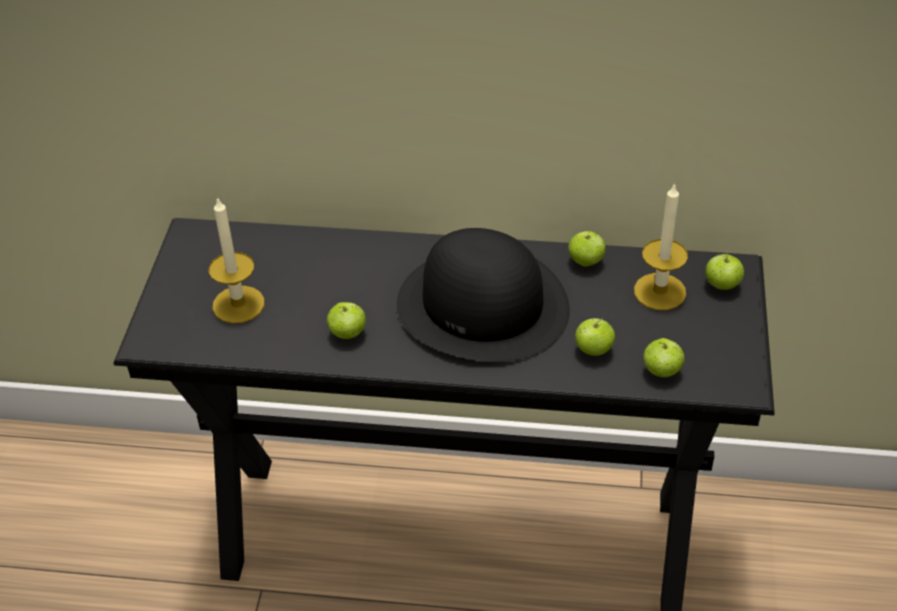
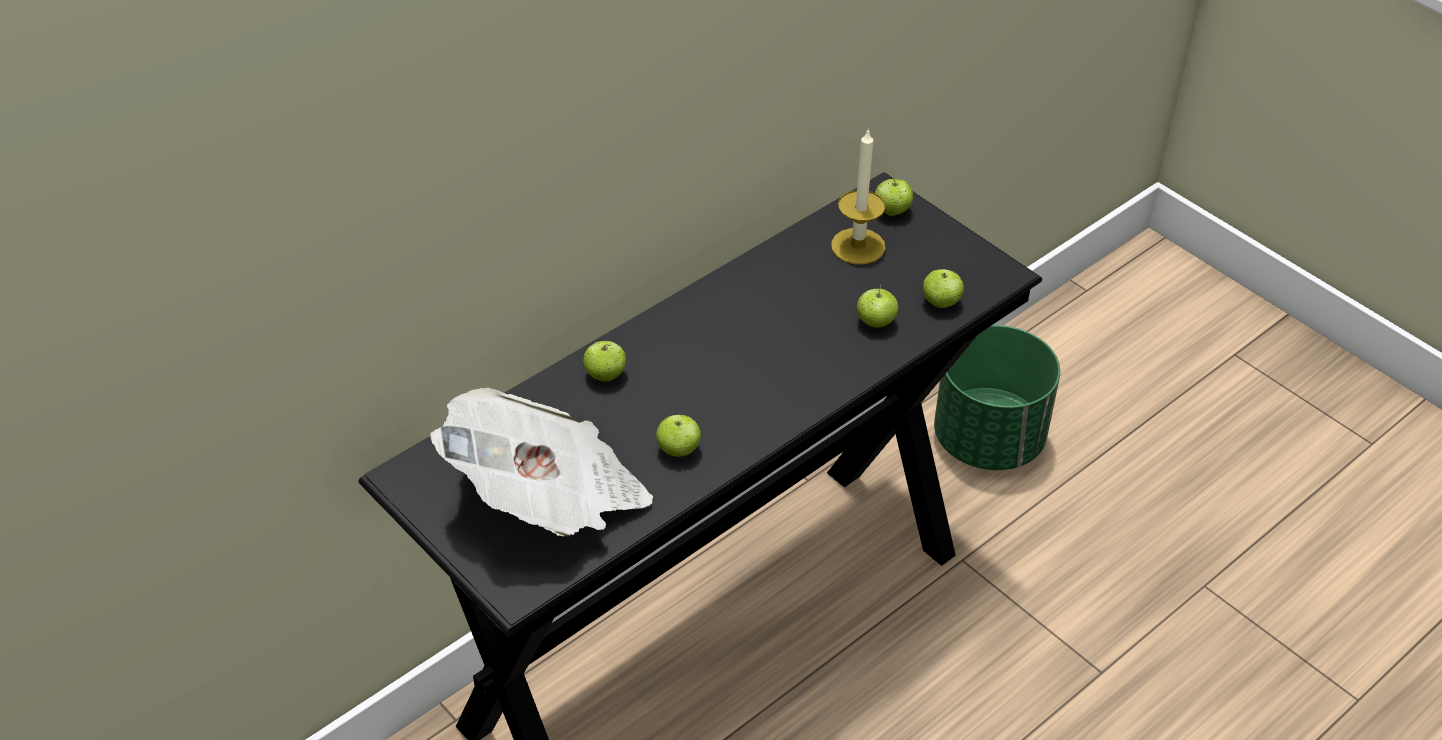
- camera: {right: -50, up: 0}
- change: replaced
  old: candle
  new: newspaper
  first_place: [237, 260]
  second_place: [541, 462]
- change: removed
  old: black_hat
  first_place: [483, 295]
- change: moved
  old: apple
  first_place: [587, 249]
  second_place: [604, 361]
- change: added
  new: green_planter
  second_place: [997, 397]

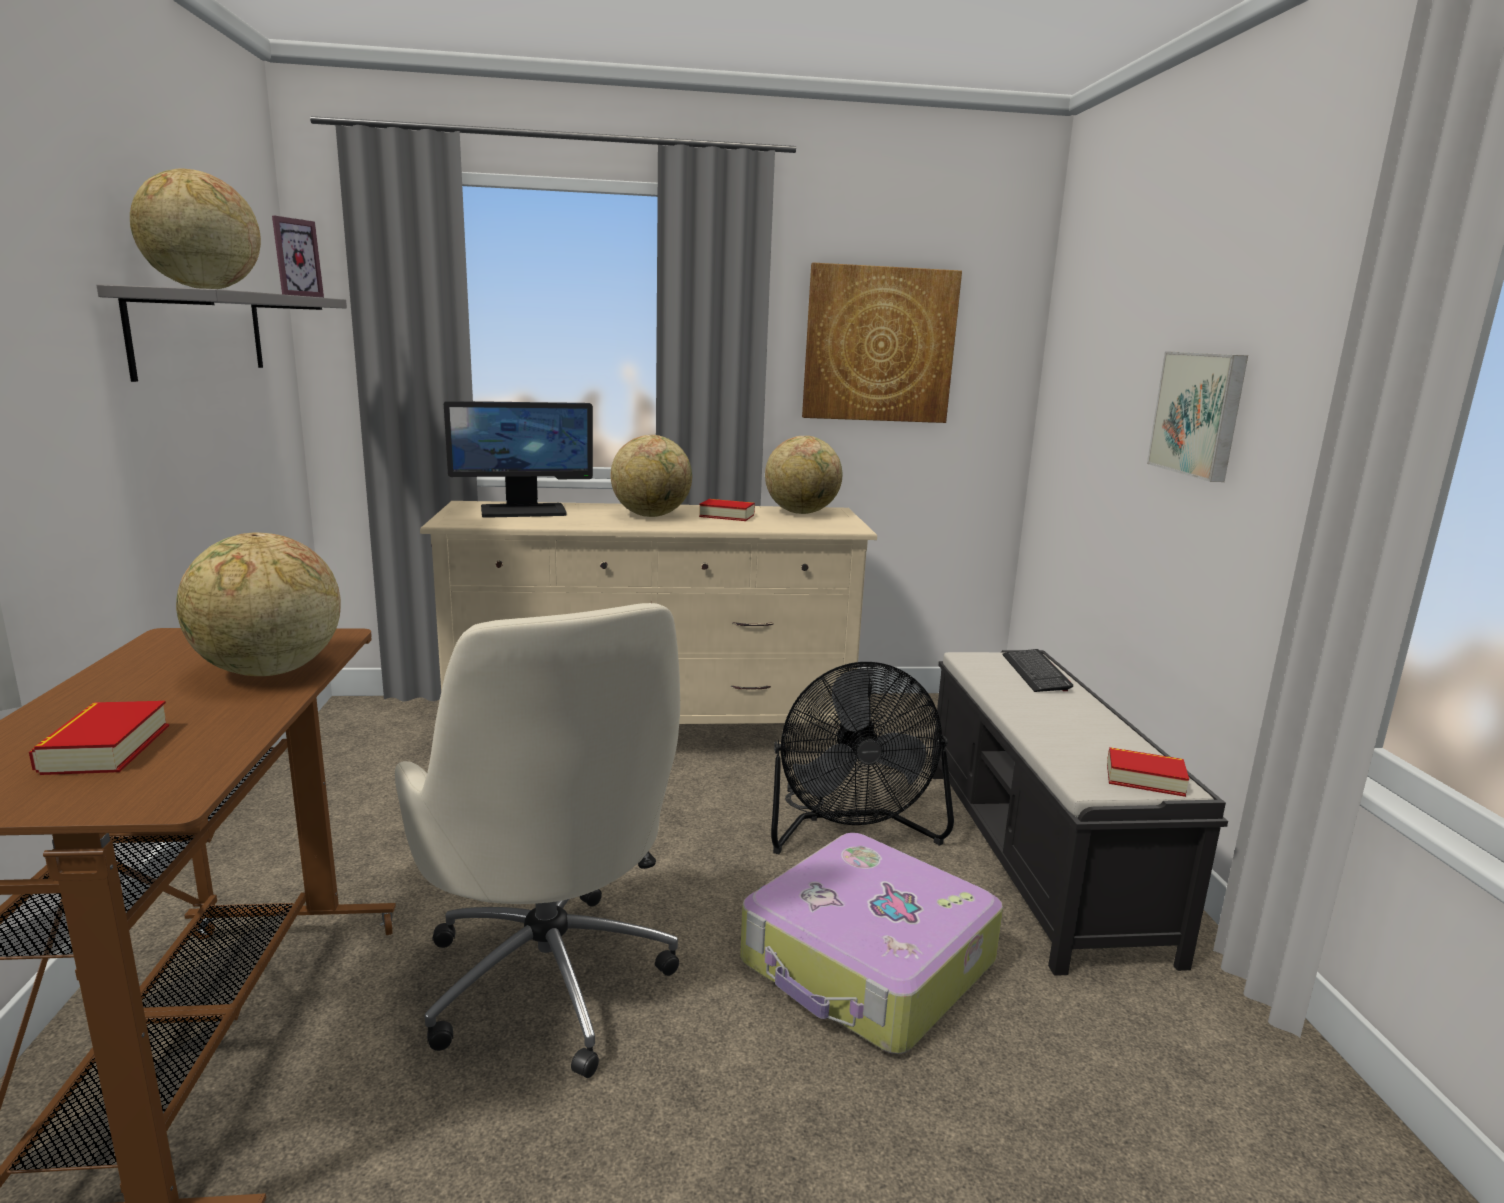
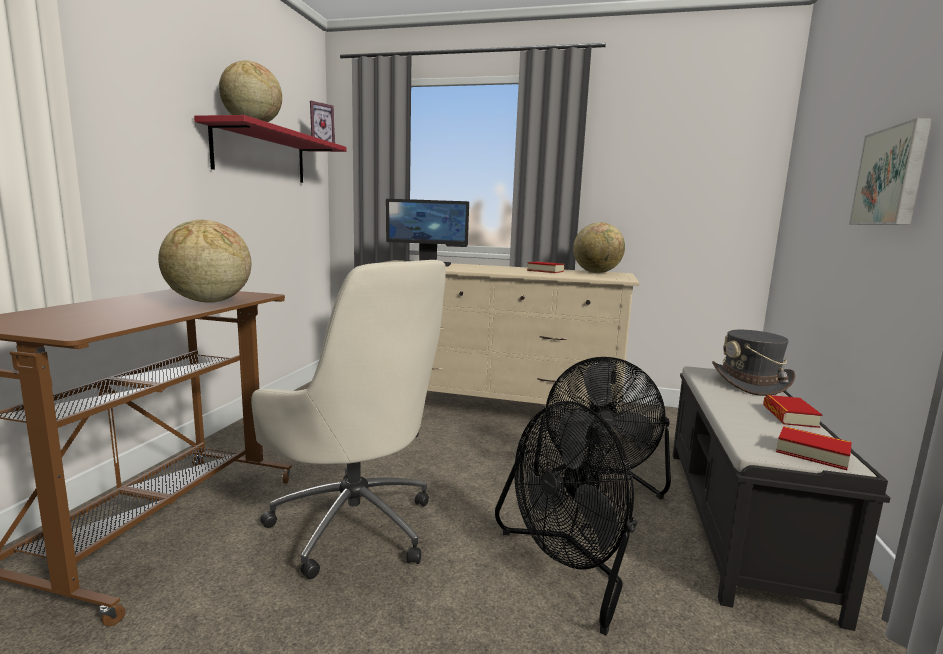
- camera: {right: 20, up: -5}
- change: removed
  old: picture
  first_place: [882, 343]
- change: recoloured
  old: grey_shelf
  new: red_shelf
  first_place: [221, 333]
  second_place: [270, 149]
- change: removed
  old: globe
  first_place: [651, 476]
- change: turned
  old: beige_office_chair
  first_place: [537, 840]
  second_place: [348, 419]
  degrees: -45
- change: replaced
  old: keyboard
  new: grey_hat
  first_place: [1037, 670]
  second_place: [754, 363]
- change: moved
  old: book
  first_place: [99, 738]
  second_place: [792, 411]
- change: replaced
  old: suitcase
  new: black_fan
  first_place: [871, 943]
  second_place: [566, 518]

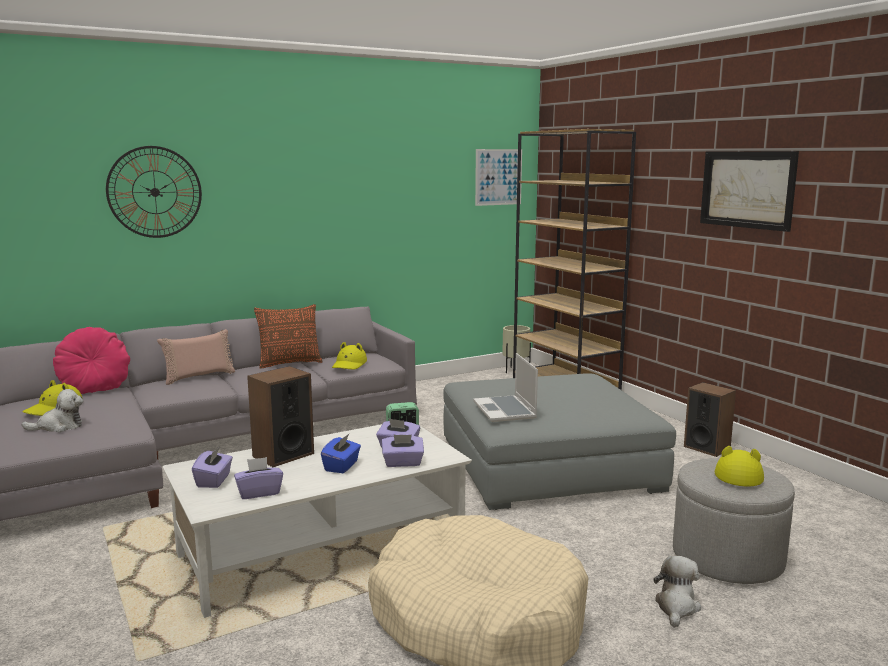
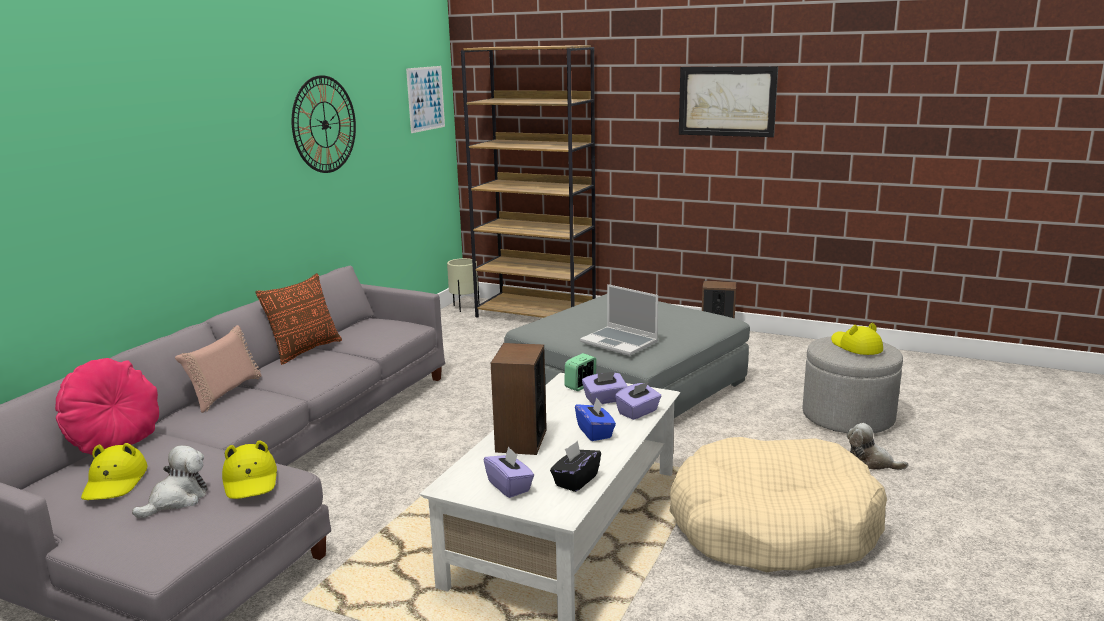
- camera: {right: -35, up: 5}
- change: moved
  old: wall_clock
  first_place: [154, 192]
  second_place: [324, 124]
- change: moved
  old: yellow_hat
  first_place: [349, 356]
  second_place: [249, 469]
- change: recoloured
  old: purple_tissue_box
  new: black_tissue_box
  first_place: [258, 478]
  second_place: [575, 466]
- change: turned
  old: plush_toy
  first_place: [677, 592]
  second_place: [877, 446]
  degrees: -45

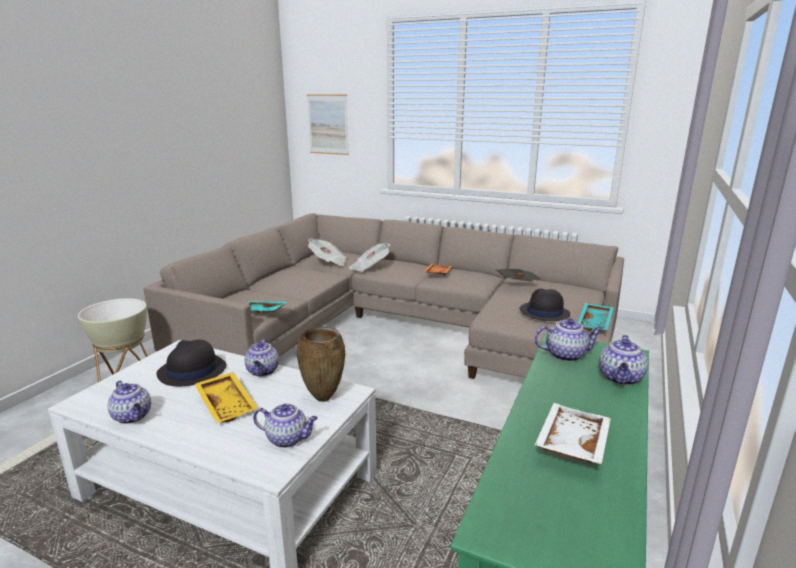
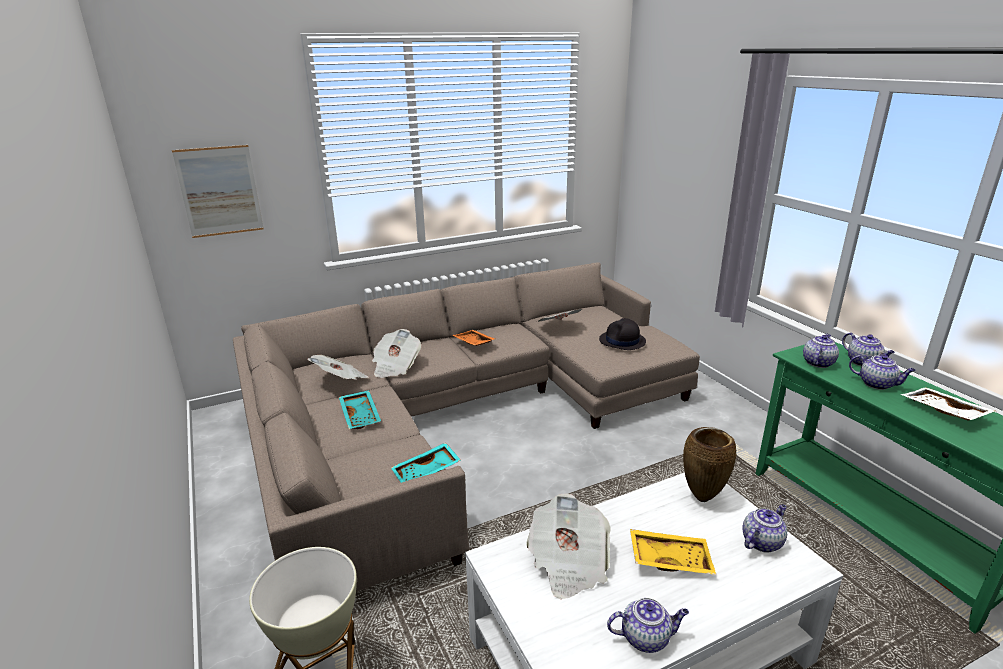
- camera: {right: -50, up: 5}
- change: moved
  old: turquoise_tray
  first_place: [596, 316]
  second_place: [360, 409]
- change: moved
  old: teapot
  first_place: [261, 357]
  second_place: [882, 372]
- change: replaced
  old: black_hat
  new: newspaper
  first_place: [191, 363]
  second_place: [568, 546]

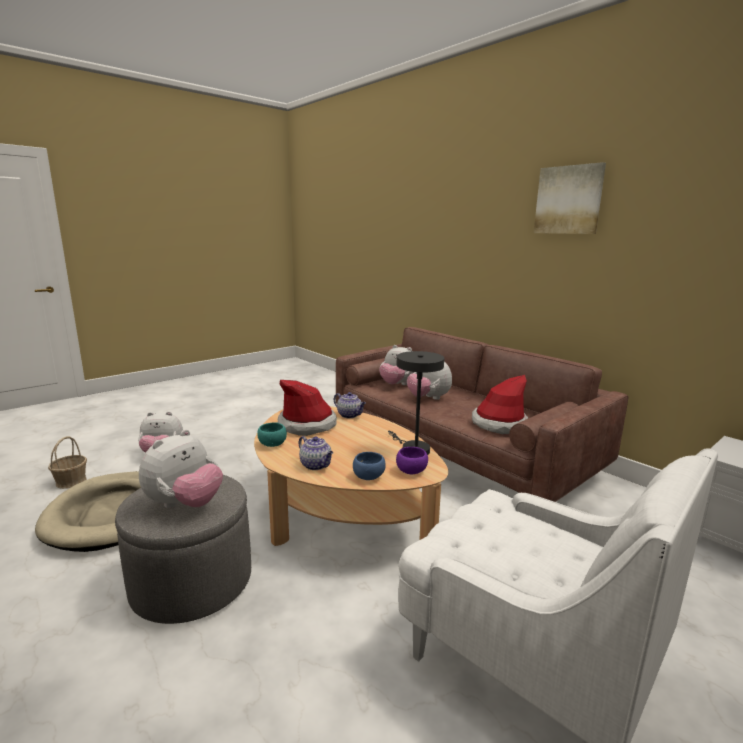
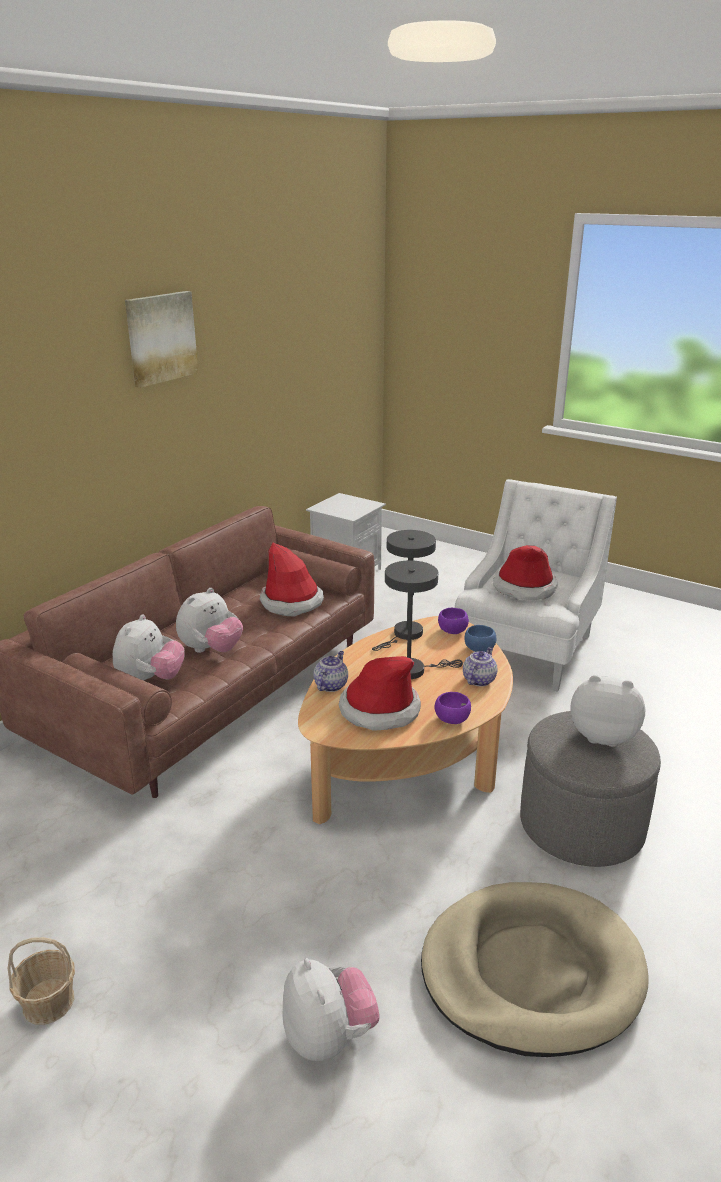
- camera: {right: -105, up: 10}
- change: recoloured
  old: turquoise_bowl
  new: purple_bowl
  first_place: [272, 434]
  second_place: [452, 708]
- change: moved
  old: basket
  first_place: [67, 462]
  second_place: [41, 981]
- change: added
  new: hat
  second_place: [525, 572]
- change: added
  new: grey_table_lamp
  second_place: [424, 619]

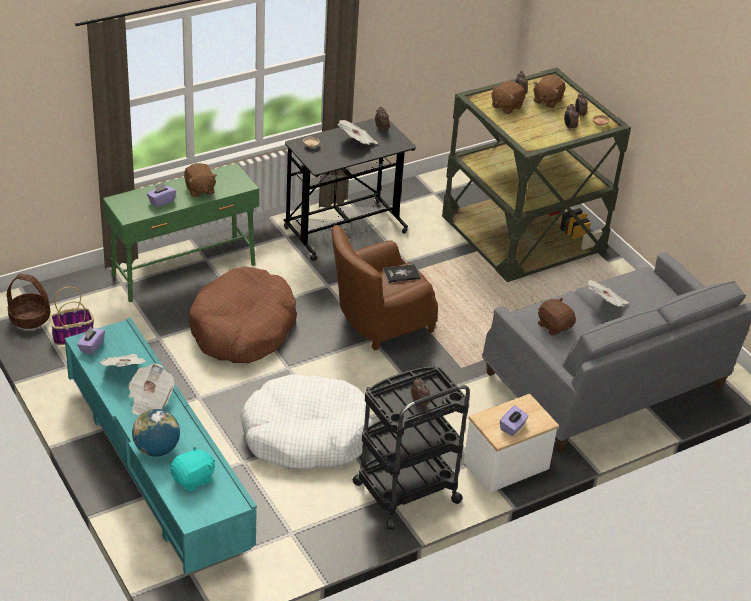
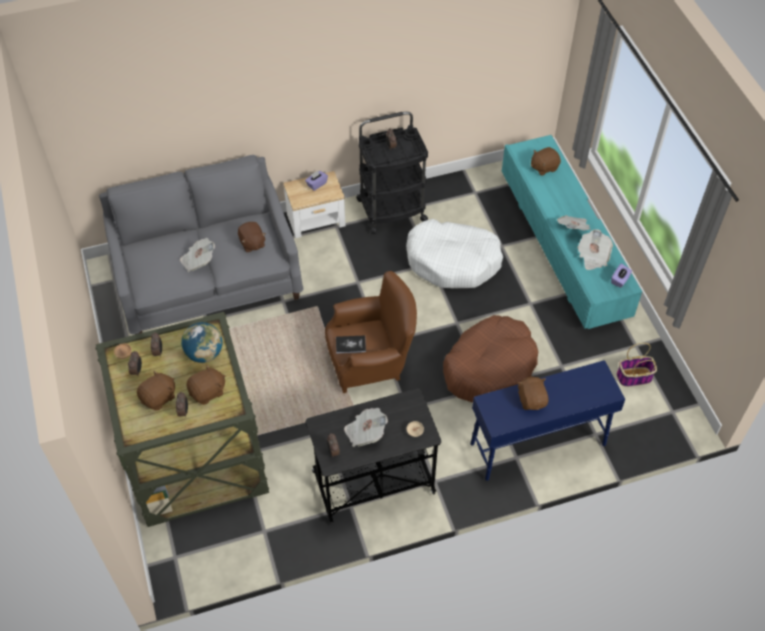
- camera: {right: -165, up: 15}
- change: recoloured
  old: green_console_table
  new: blue_console_table
  first_place: [181, 232]
  second_place: [548, 420]
- change: removed
  old: purple_tissue_box
  first_place: [161, 194]
- change: removed
  old: basket
  first_place: [28, 301]
- change: moved
  old: globe
  first_place: [156, 433]
  second_place: [202, 342]
- change: recoloured
  old: turquoise_plush_toy
  new: brown_plush_toy
  first_place: [192, 468]
  second_place: [546, 161]

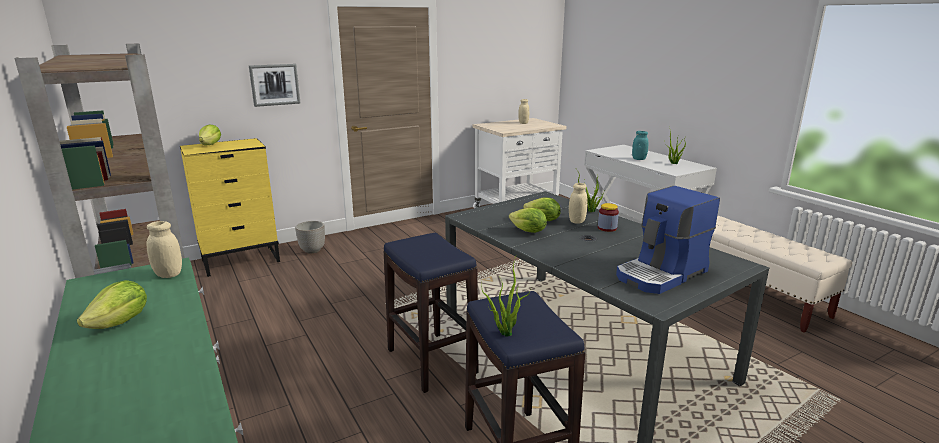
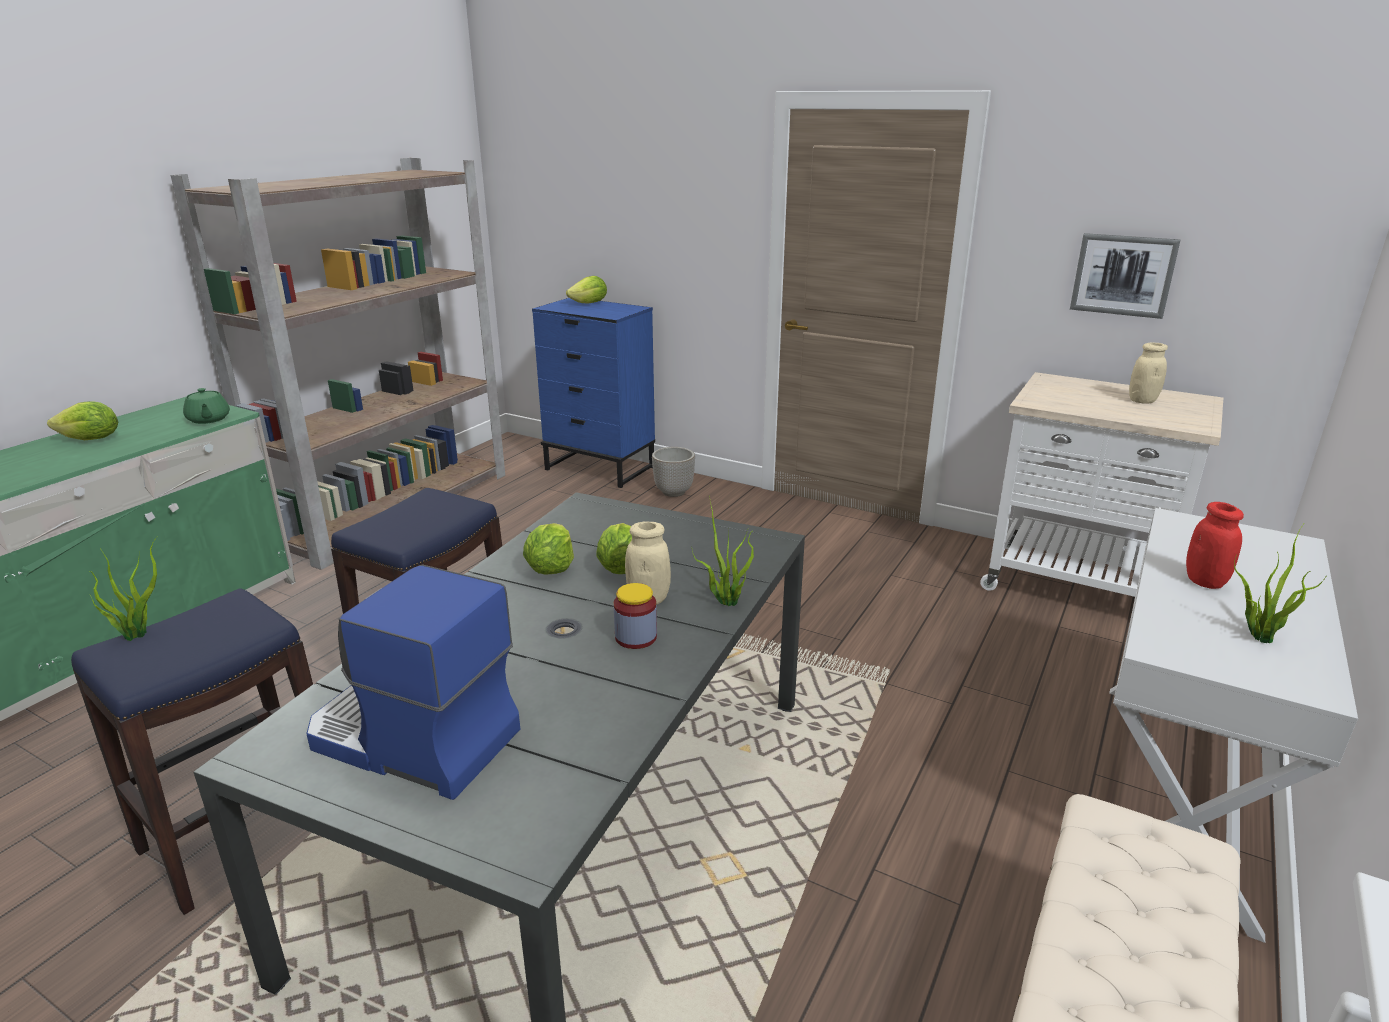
- camera: {right: 60, up: 5}
- change: moved
  old: picture
  first_place: [274, 85]
  second_place: [1125, 276]
- change: recoloured
  old: turquoise_jar
  new: red_jar
  first_place: [640, 145]
  second_place: [1215, 545]
- change: recoloured
  old: yellow_dresser
  new: blue_dresser
  first_place: [230, 207]
  second_place: [593, 393]
- change: replaced
  old: beige_jar
  new: green_teapot
  first_place: [164, 249]
  second_place: [206, 406]

